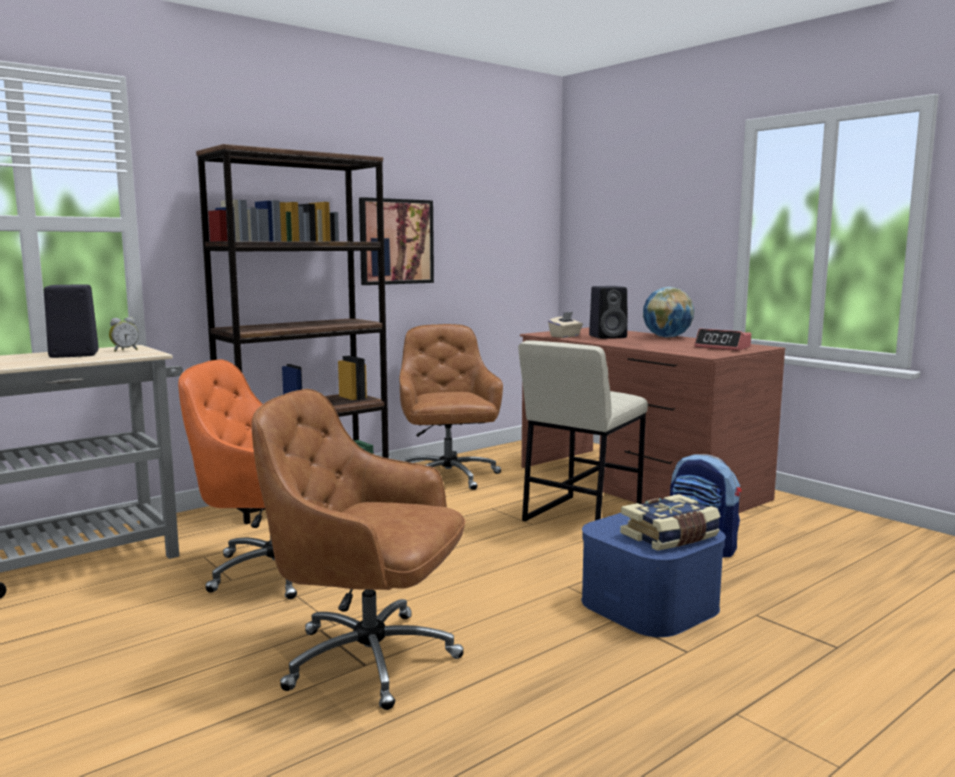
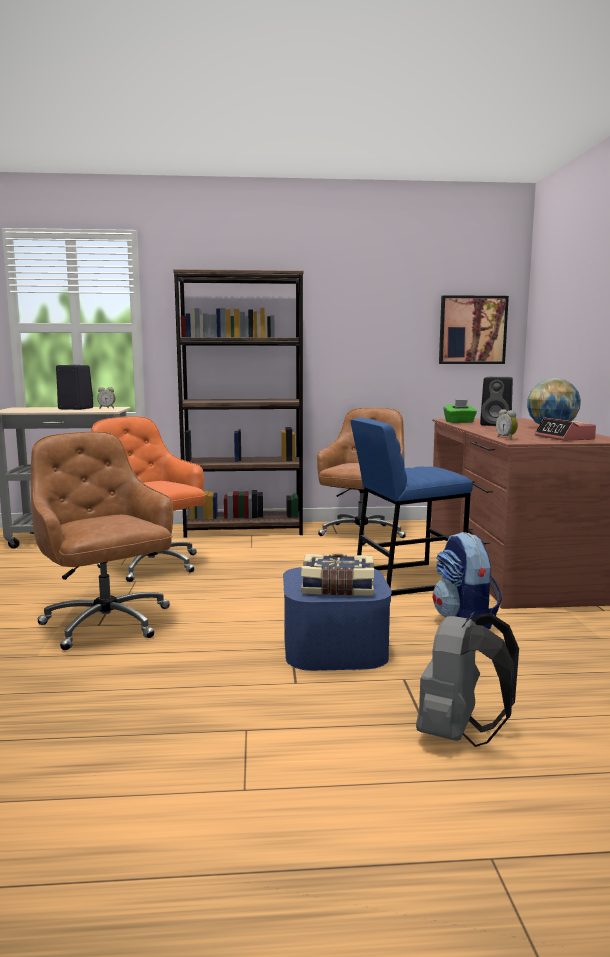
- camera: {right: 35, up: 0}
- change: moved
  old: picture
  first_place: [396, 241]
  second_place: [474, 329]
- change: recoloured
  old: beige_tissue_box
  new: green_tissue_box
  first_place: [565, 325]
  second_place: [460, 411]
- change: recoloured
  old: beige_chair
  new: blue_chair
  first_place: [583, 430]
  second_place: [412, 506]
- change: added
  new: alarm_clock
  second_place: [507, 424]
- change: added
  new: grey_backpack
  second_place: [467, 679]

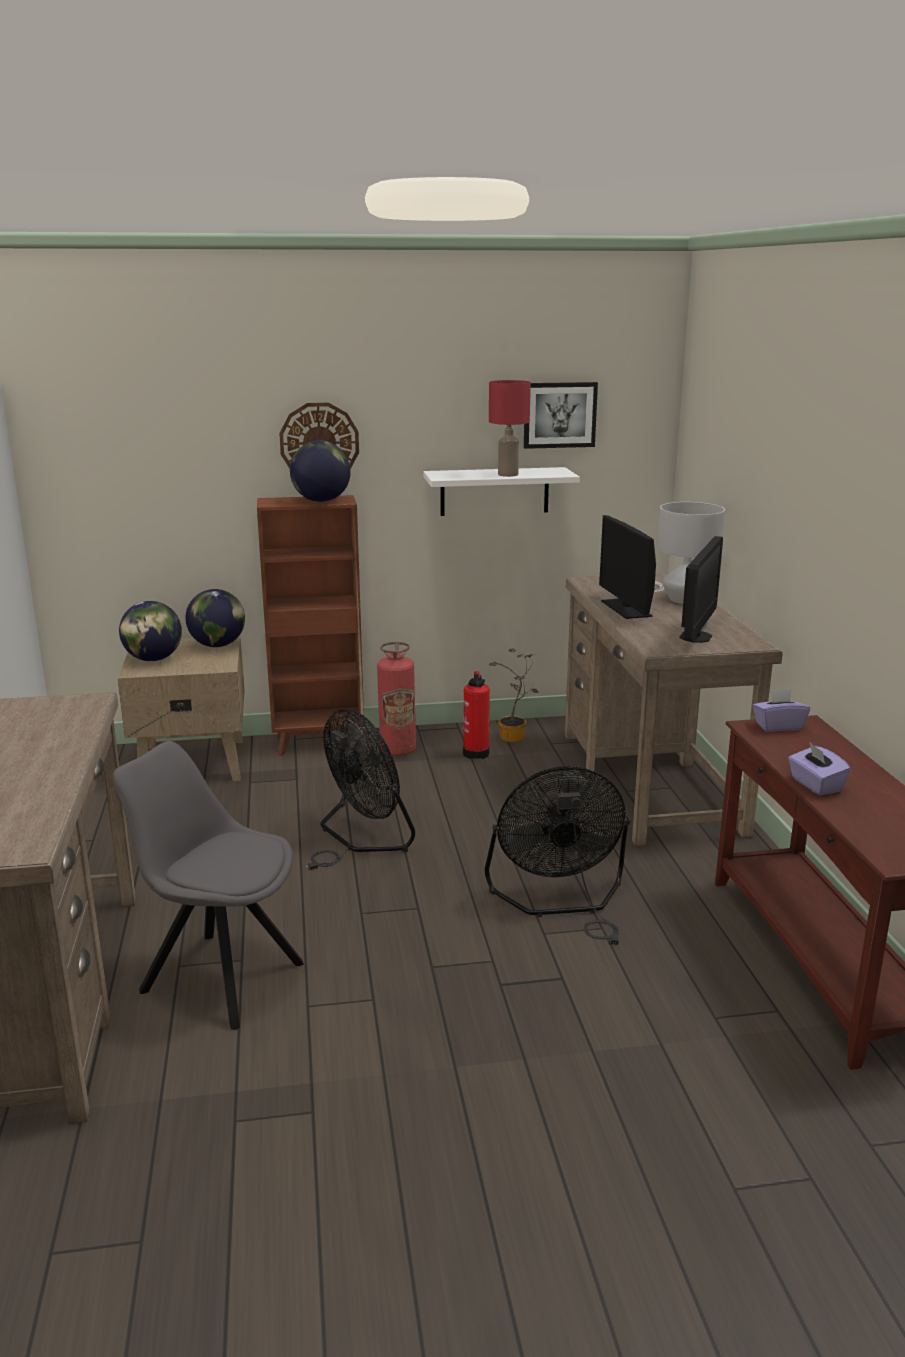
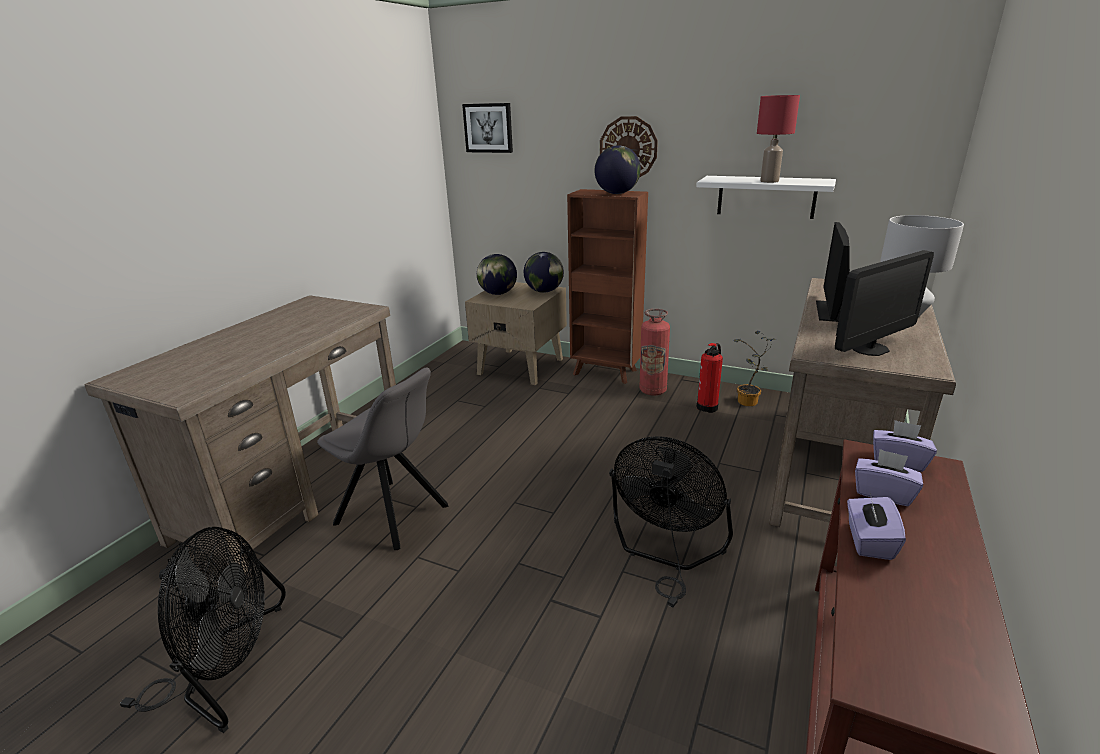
- camera: {right: 35, up: 5}
- change: moved
  old: picture
  first_place: [561, 415]
  second_place: [487, 128]
- change: moved
  old: black_fan
  first_place: [361, 790]
  second_place: [203, 630]
- change: turned
  old: grey_chair
  first_place: [208, 885]
  second_place: [382, 459]
  degrees: 150
- change: added
  new: purple_tissue_box
  second_place: [889, 477]

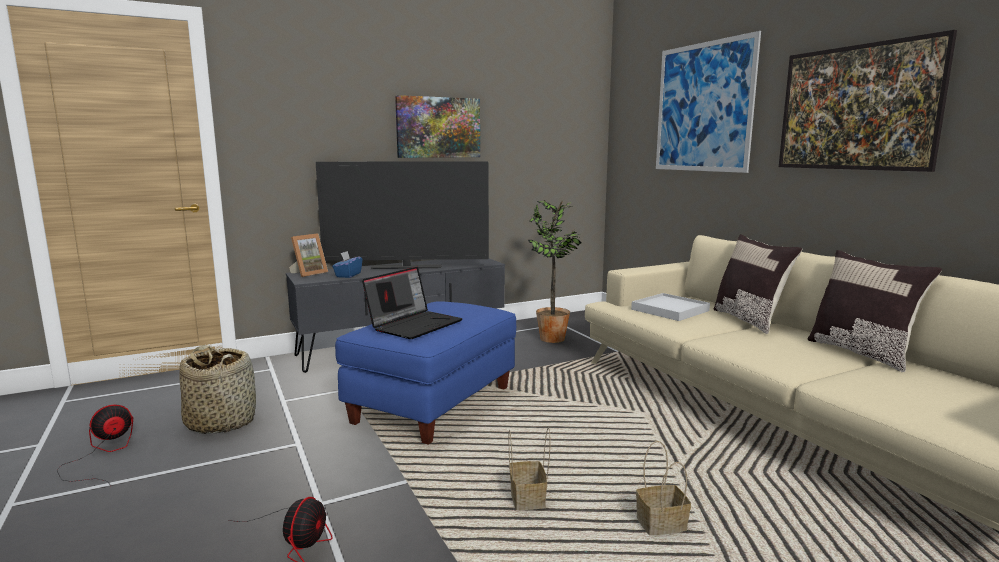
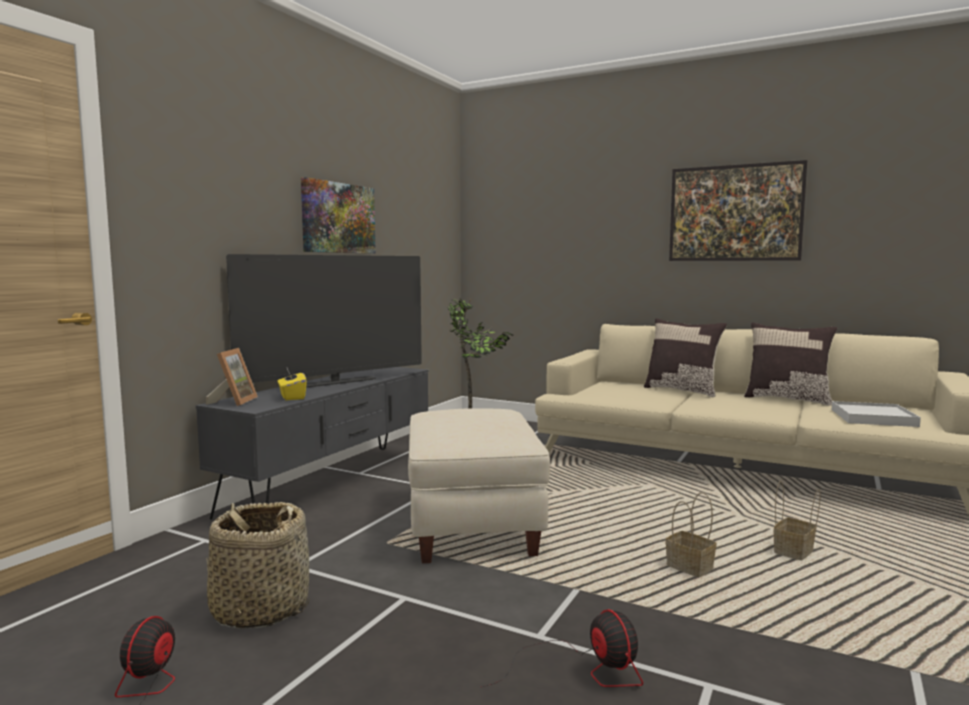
- camera: {right: -35, up: -5}
- change: removed
  old: picture
  first_place: [708, 102]
- change: recoloured
  old: blue_tissue_box
  new: yellow_tissue_box
  first_place: [347, 264]
  second_place: [292, 384]
- change: removed
  old: laptop
  first_place: [412, 303]
- change: moved
  old: white_tray
  first_place: [670, 307]
  second_place: [876, 414]
- change: recoloured
  old: blue_ottoman
  new: beige_ottoman
  first_place: [425, 373]
  second_place: [479, 485]

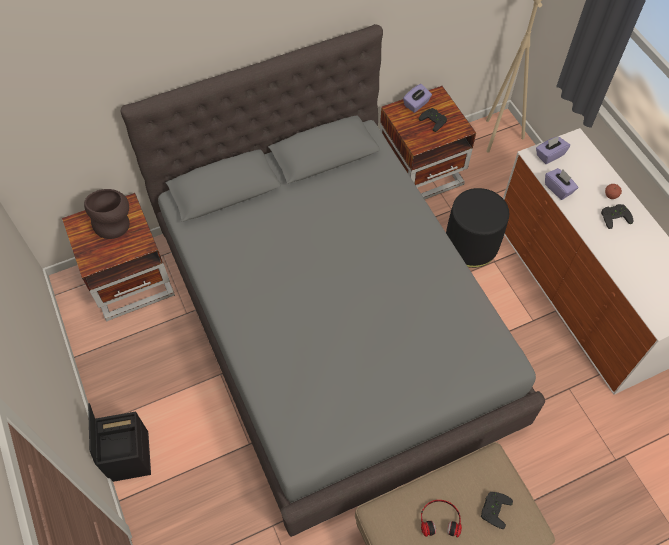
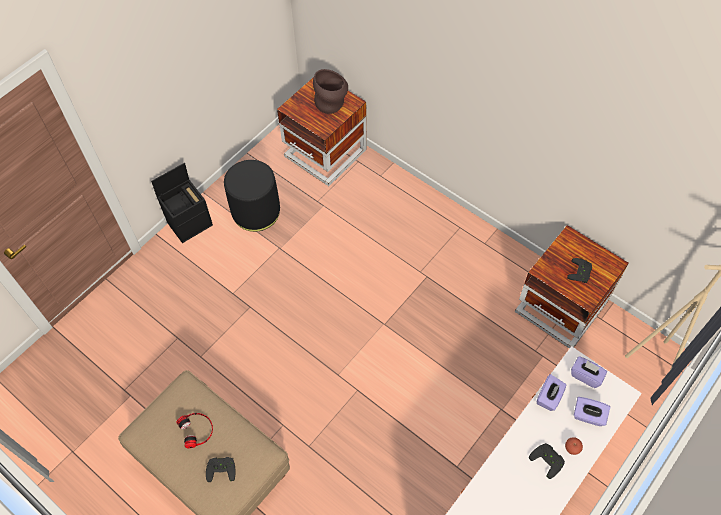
- camera: {right: 65, up: 0}
- change: removed
  old: grey_bed
  first_place: [333, 280]
- change: moved
  old: purple_tissue_box
  first_place: [417, 98]
  second_place: [592, 411]
- change: moved
  old: black_ottoman
  first_place: [477, 228]
  second_place: [252, 196]

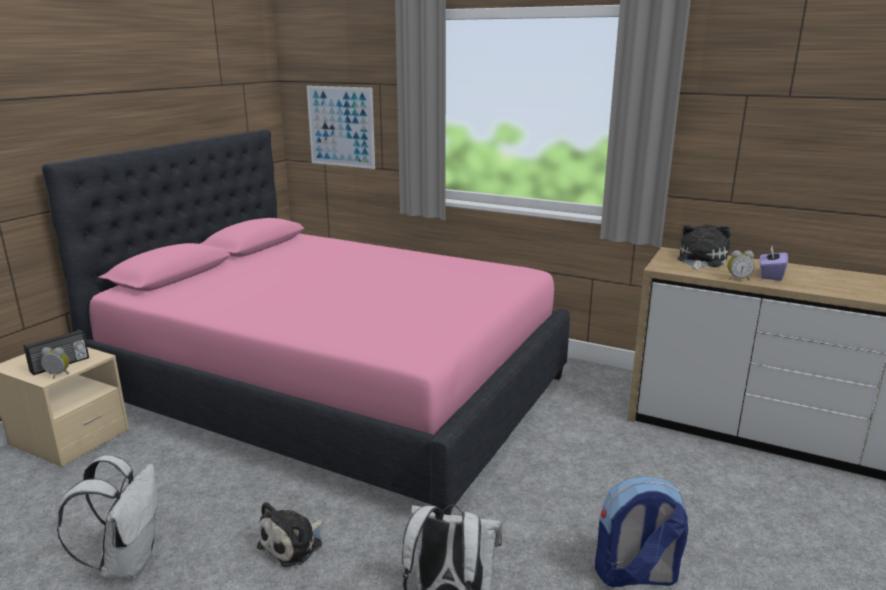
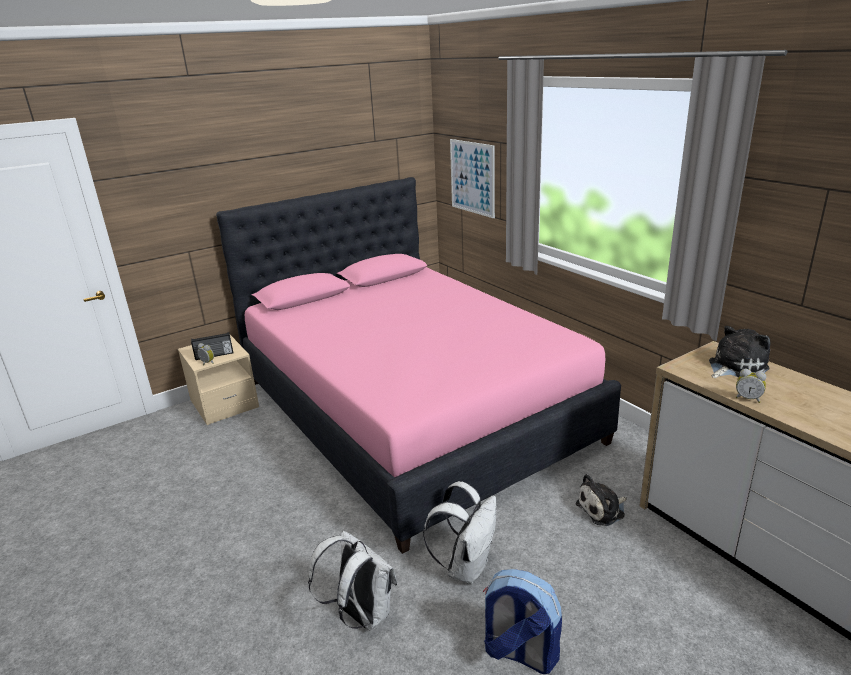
- camera: {right: 30, up: 5}
- change: removed
  old: purple_tissue_box
  first_place: [773, 264]
- change: moved
  old: white_backpack
  first_place: [107, 517]
  second_place: [460, 532]
- change: moved
  old: plush_toy
  first_place: [290, 534]
  second_place: [601, 500]

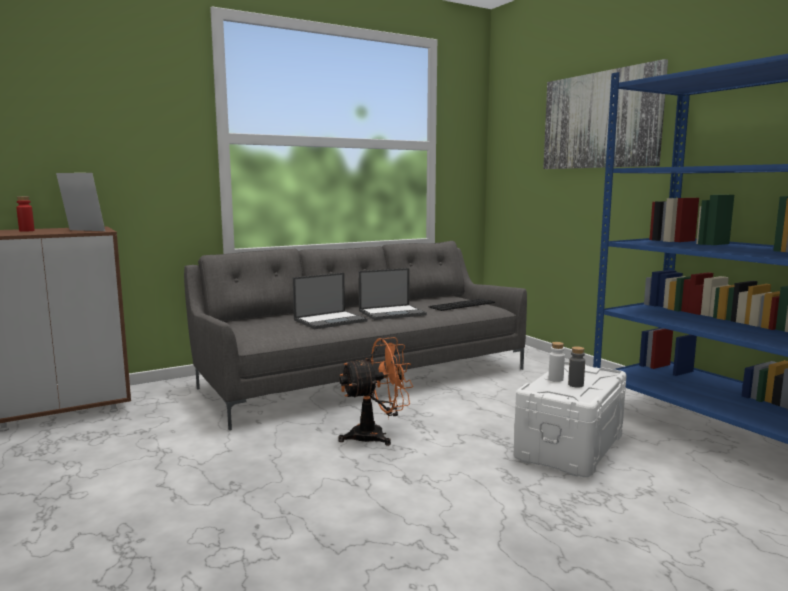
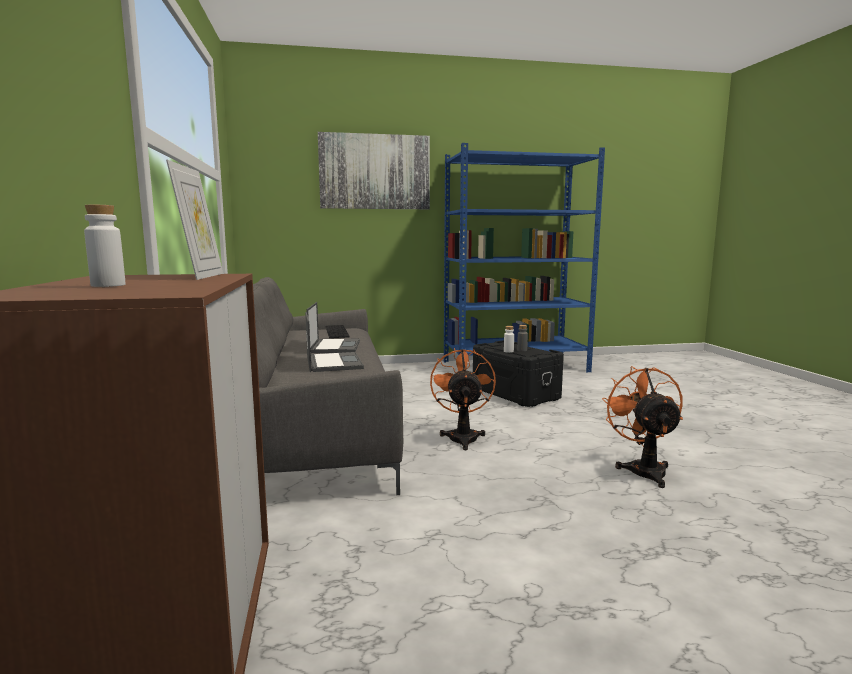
- camera: {right: -70, up: 0}
- change: turned
  old: picture_frame
  first_place: [80, 202]
  second_place: [194, 220]
  degrees: 135
- change: recoloured
  old: red_bottle
  new: white_bottle
  first_place: [25, 214]
  second_place: [105, 246]
- change: recoloured
  old: white_storage_box
  new: black_storage_box
  first_place: [570, 419]
  second_place: [518, 373]
- change: added
  new: orange_fan
  second_place: [642, 427]

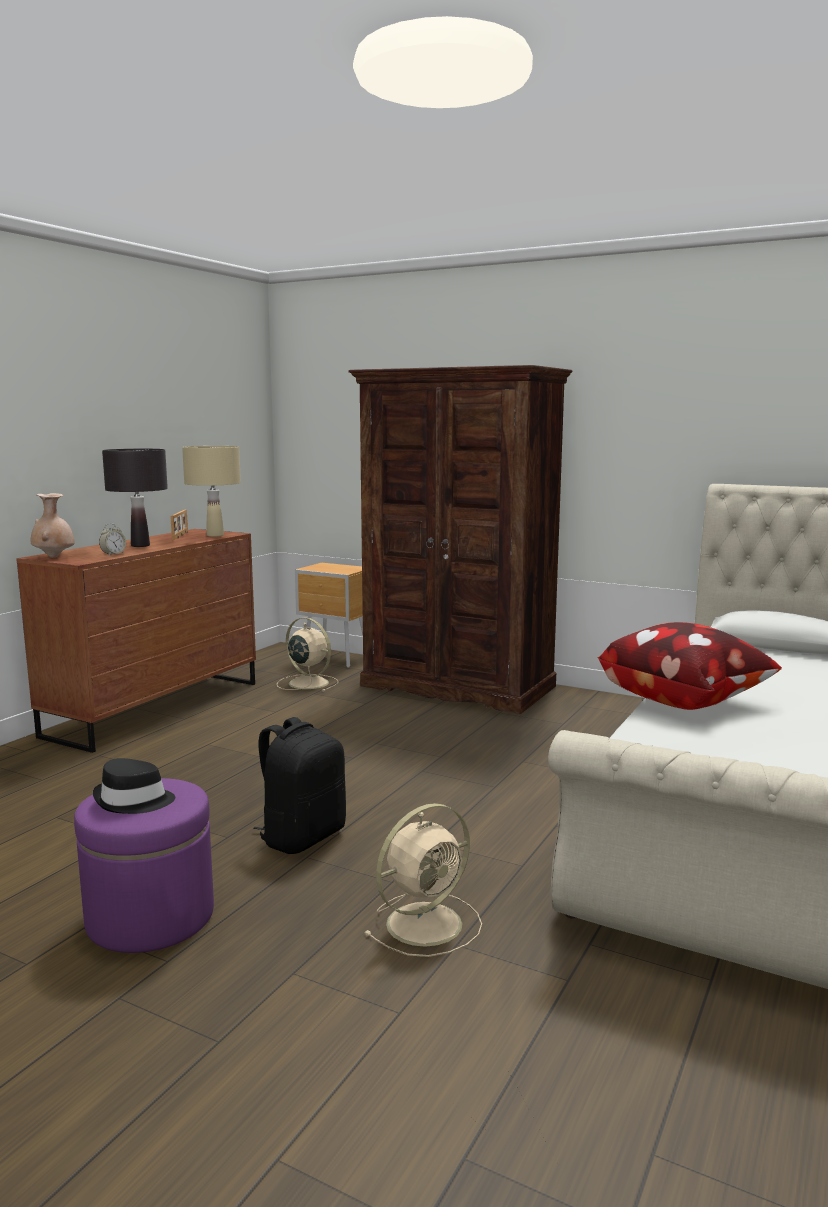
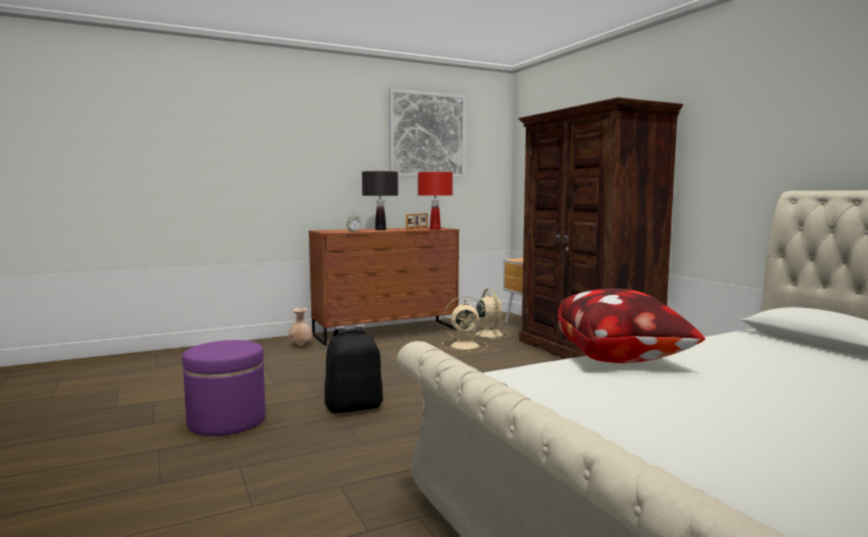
- camera: {right: 35, up: -5}
- change: recoloured
  old: beige_table_lamp
  new: red_table_lamp
  first_place: [211, 491]
  second_place: [435, 200]
- change: moved
  old: beige_vase
  first_place: [52, 525]
  second_place: [300, 327]
- change: removed
  old: black_hat
  first_place: [134, 786]
- change: moved
  old: beige_fan
  first_place: [423, 880]
  second_place: [464, 324]
- change: added
  new: picture
  second_place: [427, 133]

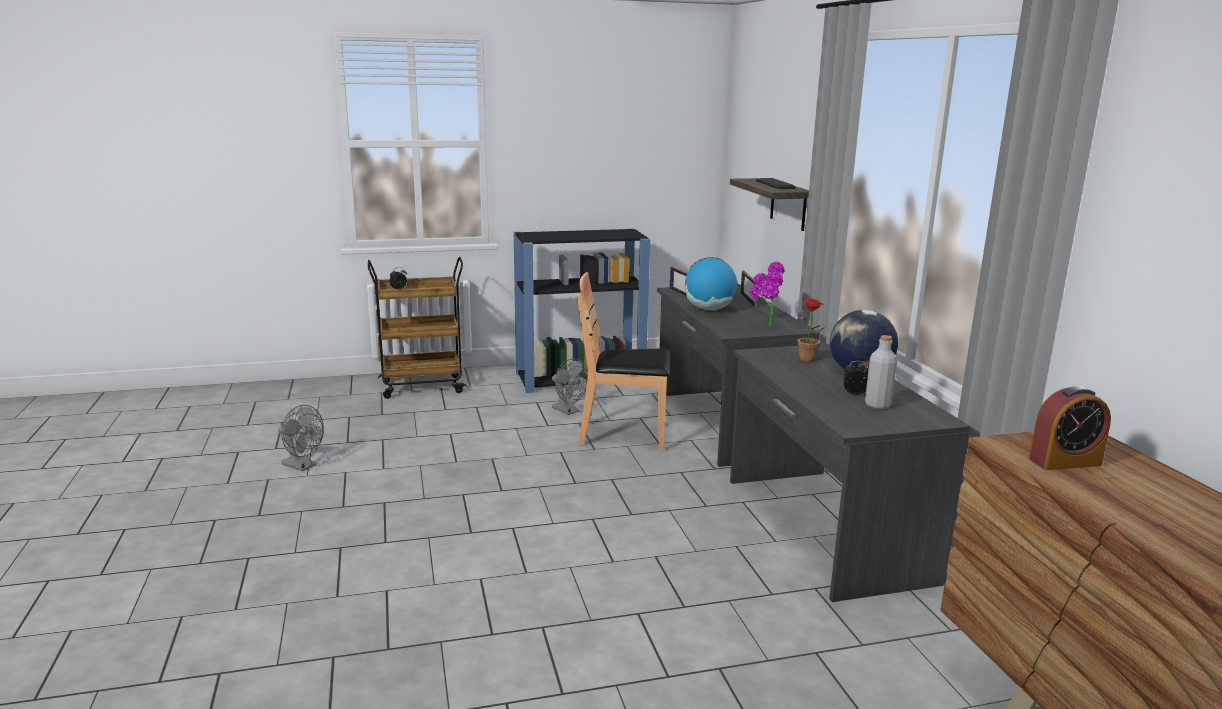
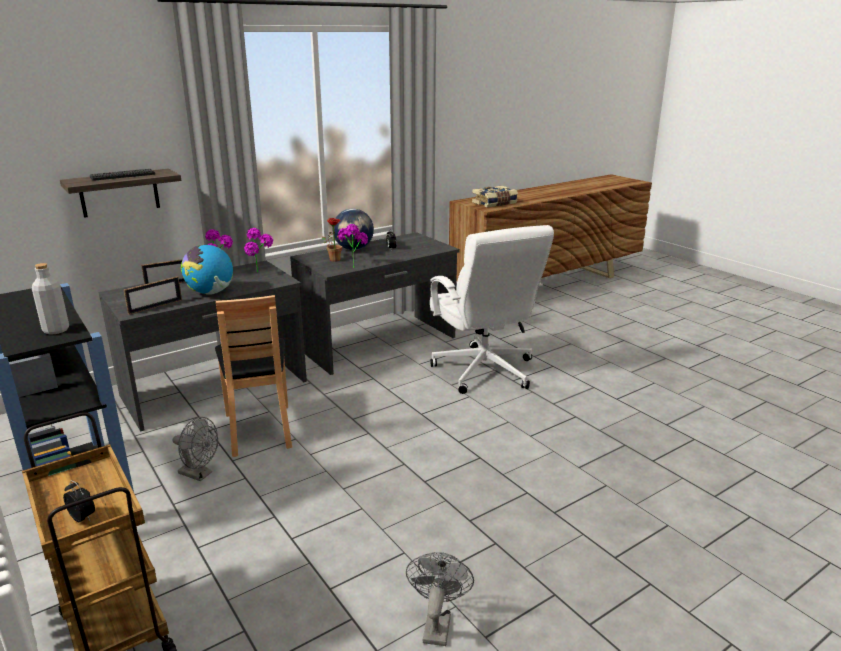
- camera: {right: -110, up: 5}
- change: moved
  old: grey_bottle
  first_place: [881, 372]
  second_place: [50, 299]
- change: turned
  old: grey_fan
  first_place: [570, 386]
  second_place: [195, 449]
  degrees: 90
- change: replaced
  old: alarm_clock
  new: book
  first_place: [1070, 428]
  second_place: [495, 196]
- change: added
  new: potted_plant
  second_place: [353, 246]
- change: added
  new: white_office_chair
  second_place: [492, 309]

